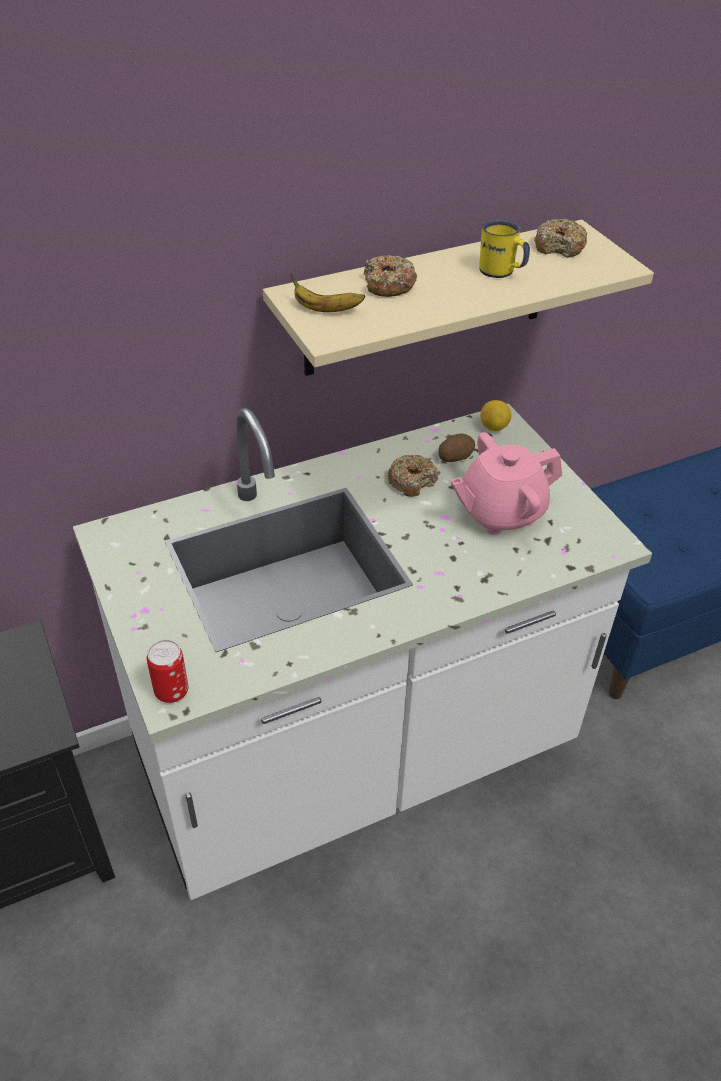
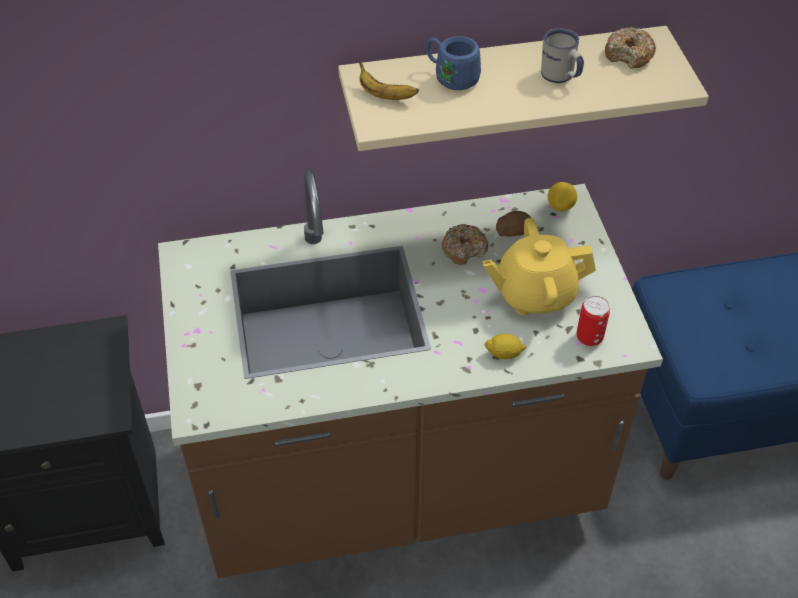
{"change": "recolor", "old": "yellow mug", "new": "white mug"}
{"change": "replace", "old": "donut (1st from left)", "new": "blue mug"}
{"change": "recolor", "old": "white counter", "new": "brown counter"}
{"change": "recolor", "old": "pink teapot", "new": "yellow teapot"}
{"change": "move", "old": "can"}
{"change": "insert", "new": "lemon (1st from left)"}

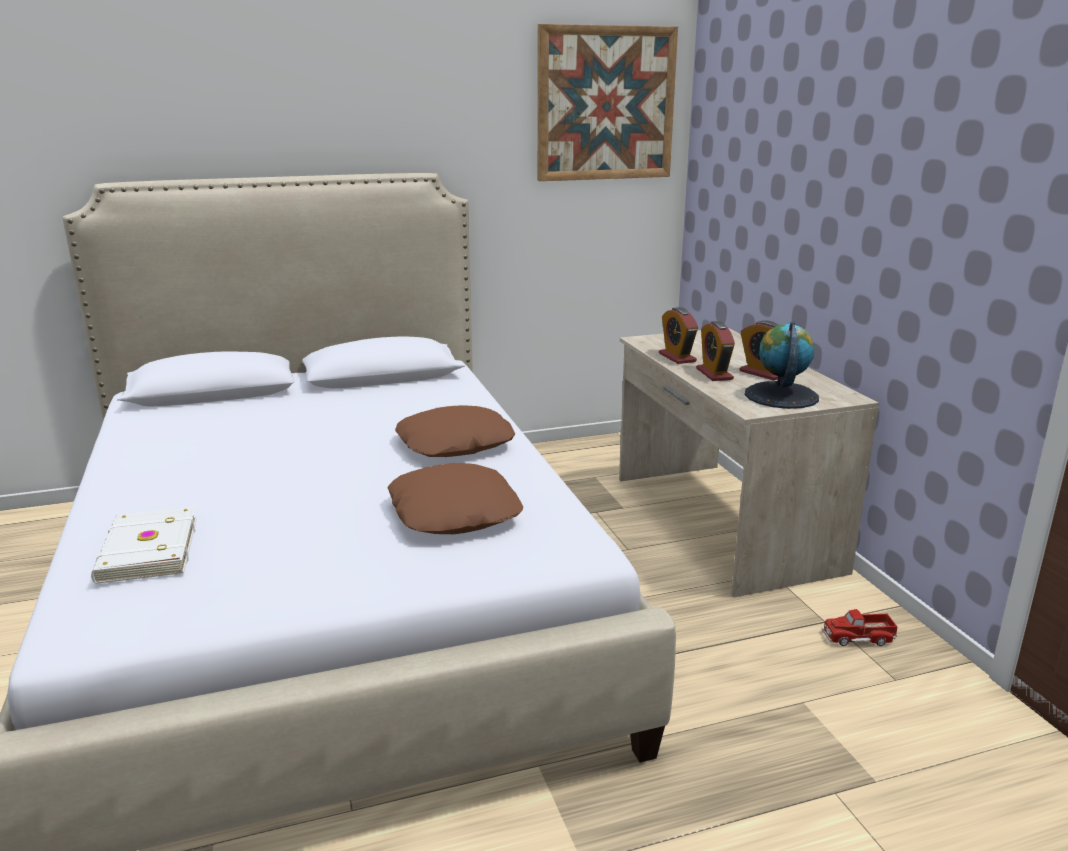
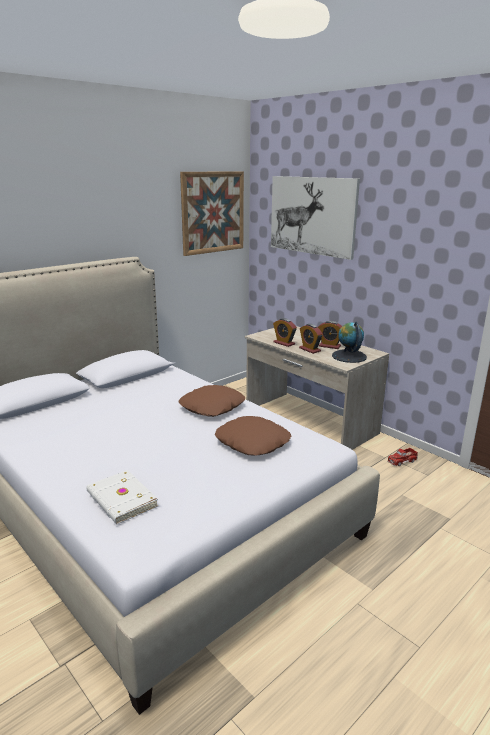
{"change": "insert", "new": "picture (2nd from left)"}

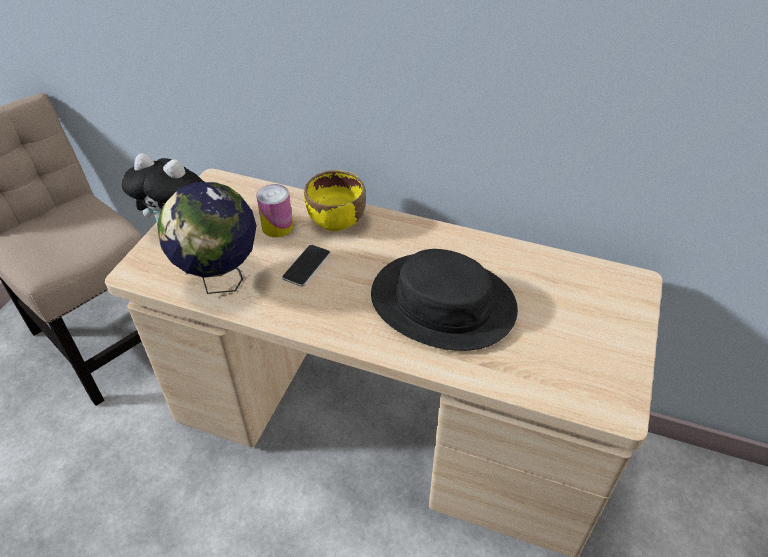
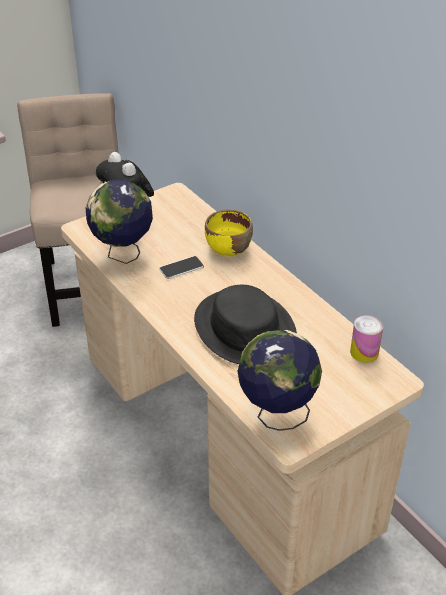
{"change": "move", "old": "can"}
{"change": "insert", "new": "globe (2nd from left)"}

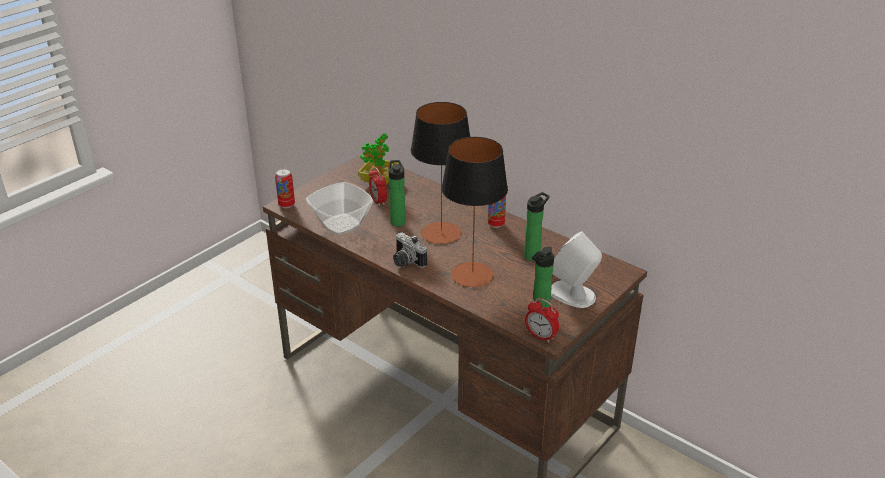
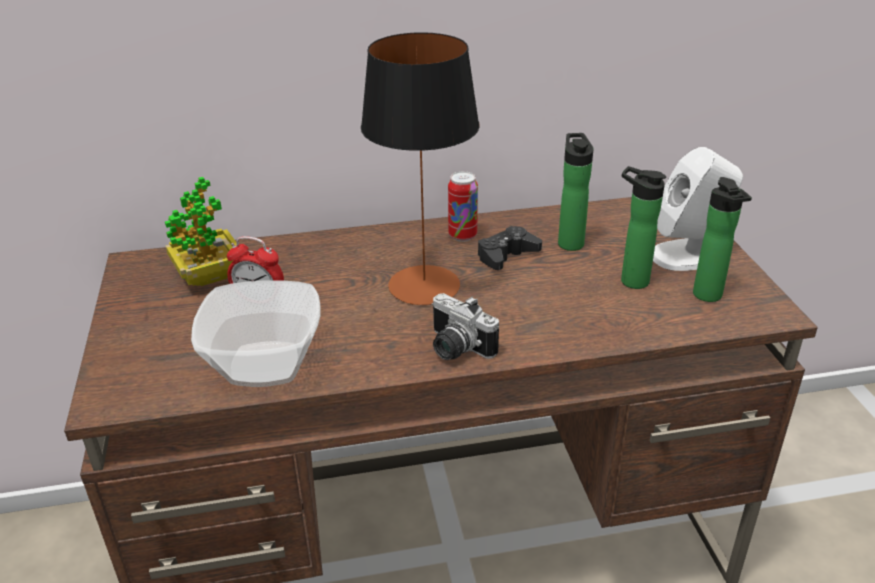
{"change": "delete", "old": "table lamp (2nd from left)"}
{"change": "move", "old": "bottle (1st from left in the first image)", "new": "bottle (2nd from left)"}
{"change": "delete", "old": "can (1st from left)"}
{"change": "rotate", "old": "photo camera", "degrees": 45}
{"change": "delete", "old": "alarm clock (2nd from left)"}
{"change": "insert", "new": "black game controller"}

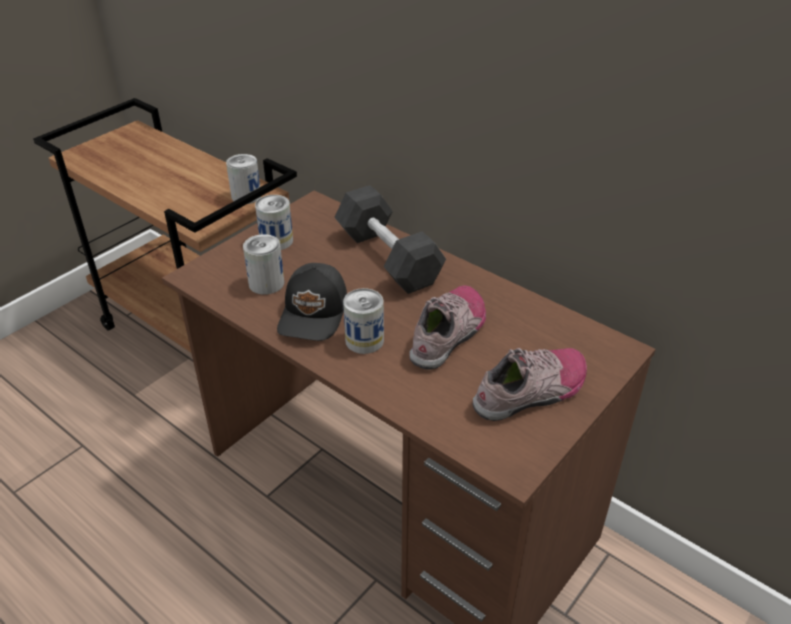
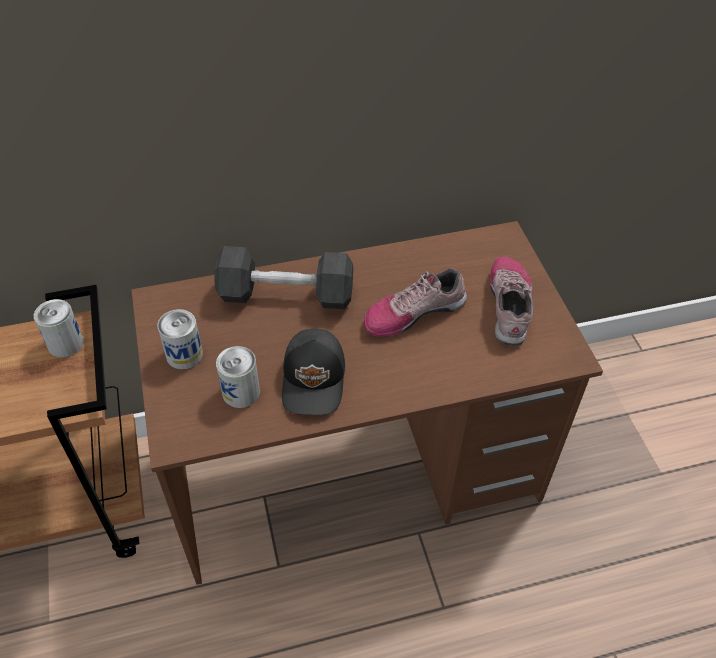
{"change": "rotate", "old": "black cap", "degrees": 45}
{"change": "rotate", "old": "shoe (1st from left)", "degrees": -90}
{"change": "delete", "old": "can (4th from left)"}

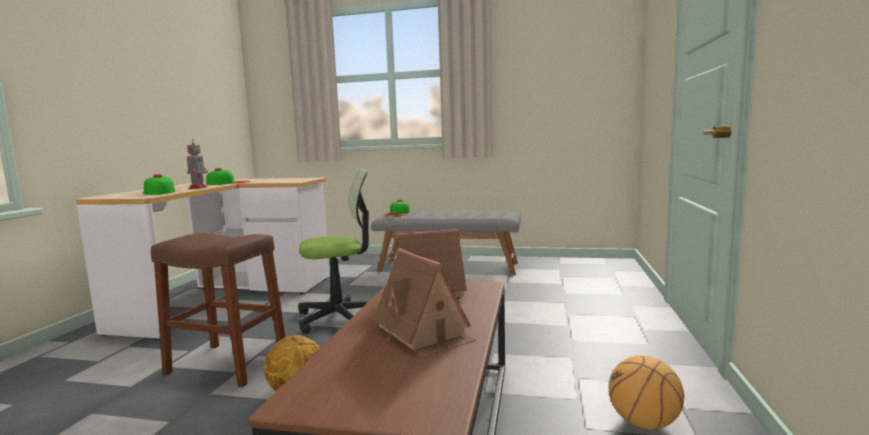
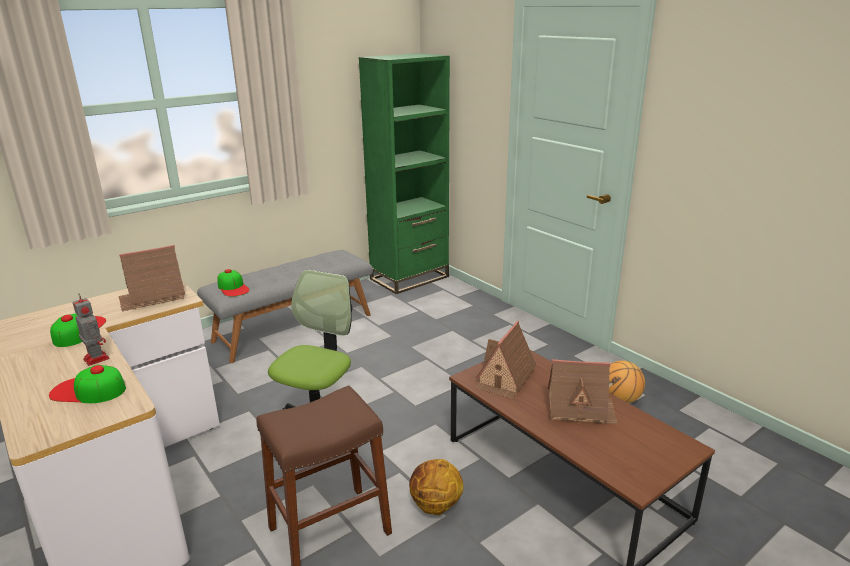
{"change": "insert", "new": "green bookcase"}
{"change": "insert", "new": "toy house (1st from left)"}

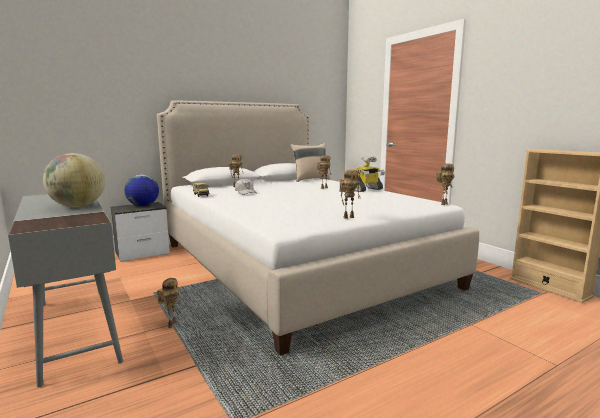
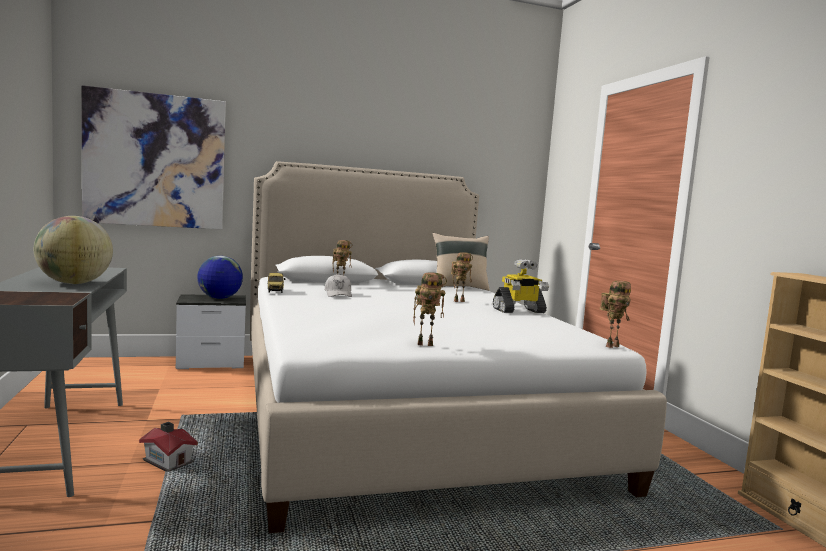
{"change": "replace", "old": "toy robot (1st from left)", "new": "toy house"}
{"change": "insert", "new": "picture"}

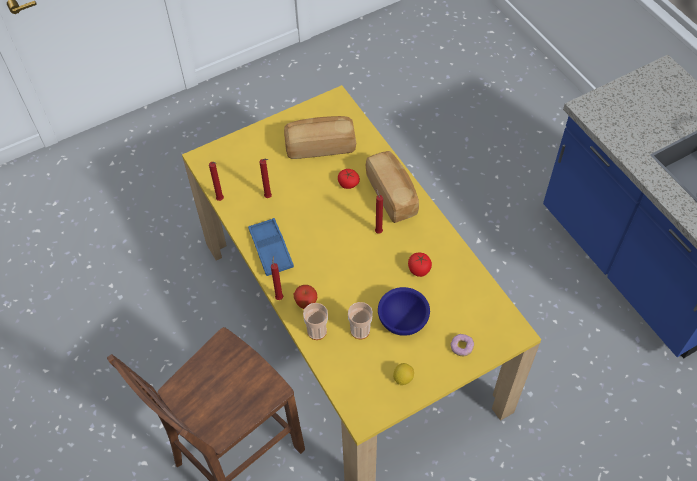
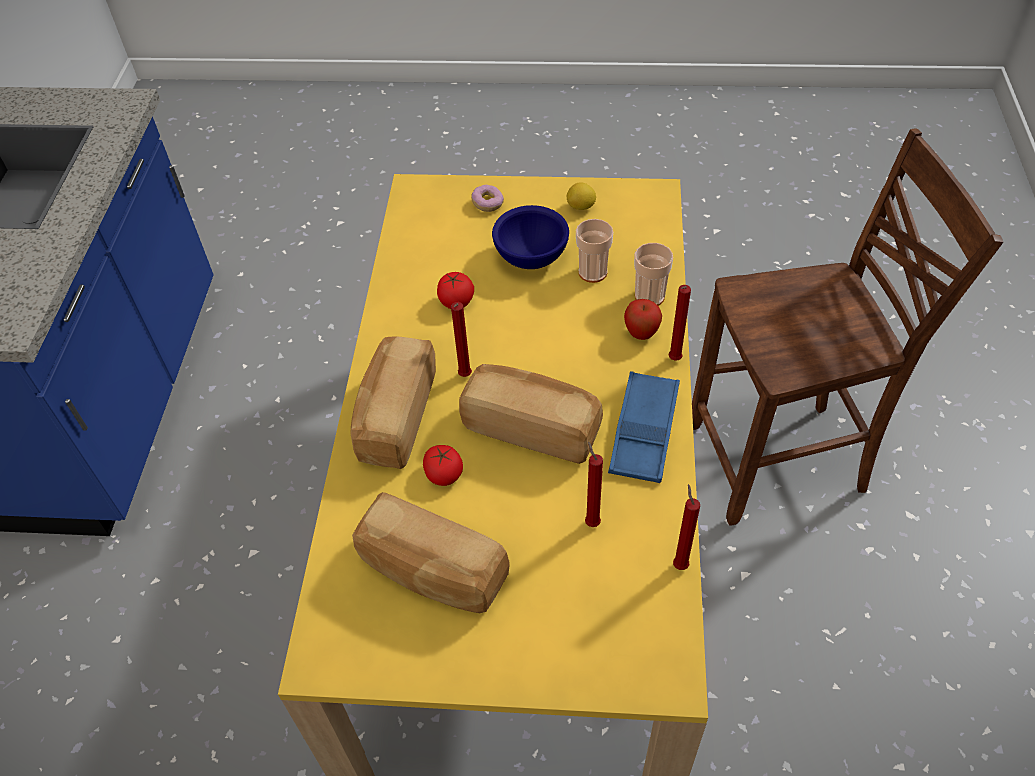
{"change": "insert", "new": "bread (3rd from left)"}

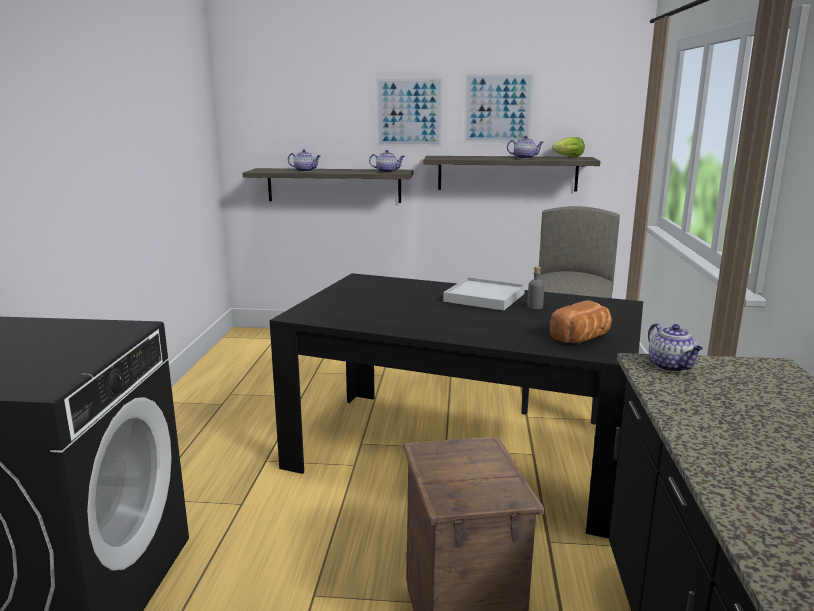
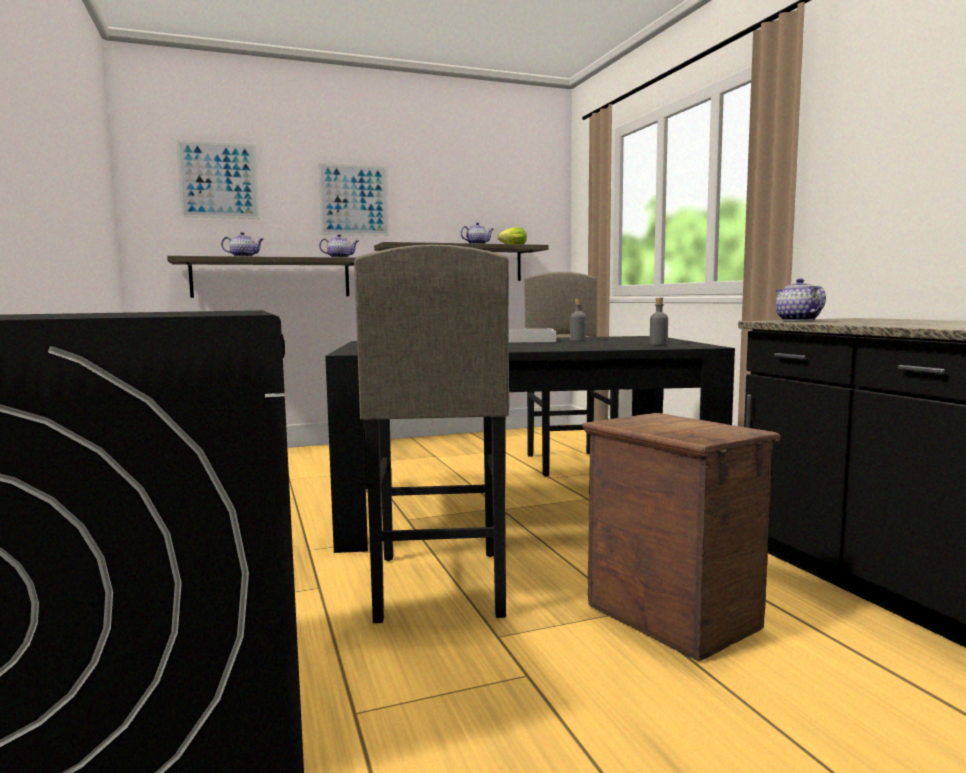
{"change": "move", "old": "picture (2nd from left in the first image)", "new": "picture (1st from left)"}
{"change": "replace", "old": "bread", "new": "grey bottle (2nd from left)"}
{"change": "rotate", "old": "teapot (4th from left)", "degrees": -150}
{"change": "insert", "new": "grey stool (1st from left)"}

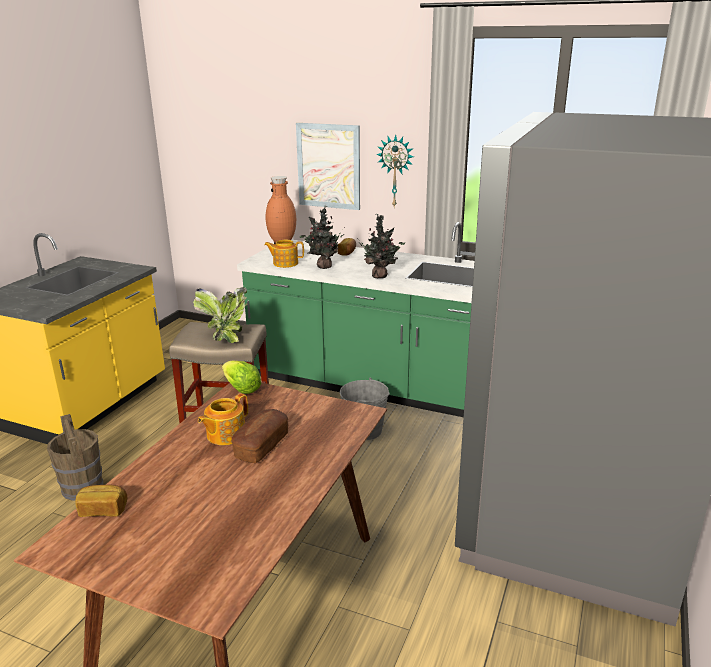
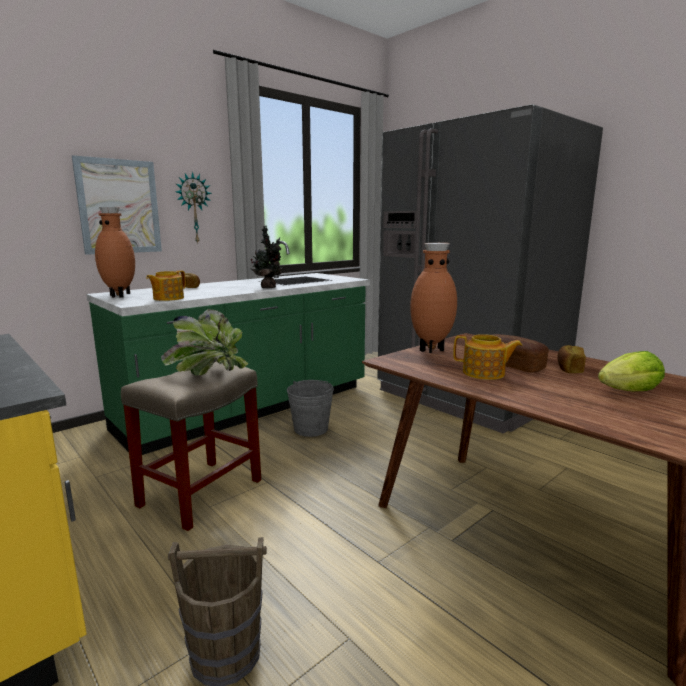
{"change": "delete", "old": "potted plant (2nd from left)"}
{"change": "move", "old": "lettuce"}
{"change": "rotate", "old": "teapot (1st from left in the first image)", "degrees": -45}
{"change": "move", "old": "bread (1st from left in the first image)", "new": "bread (3rd from left)"}
{"change": "insert", "new": "brown vase (2nd from left)"}

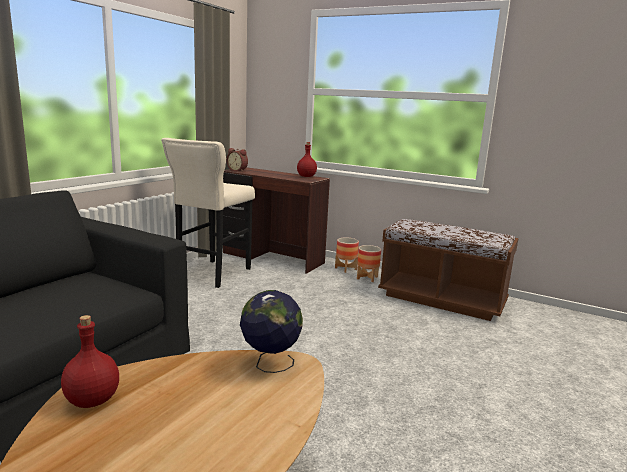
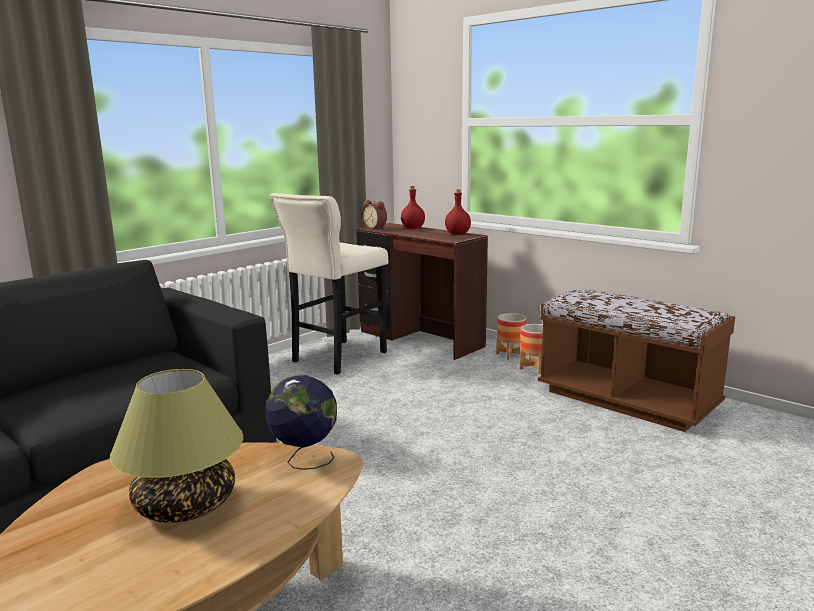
{"change": "move", "old": "red bottle (1st from left)"}
{"change": "insert", "new": "table lamp"}

